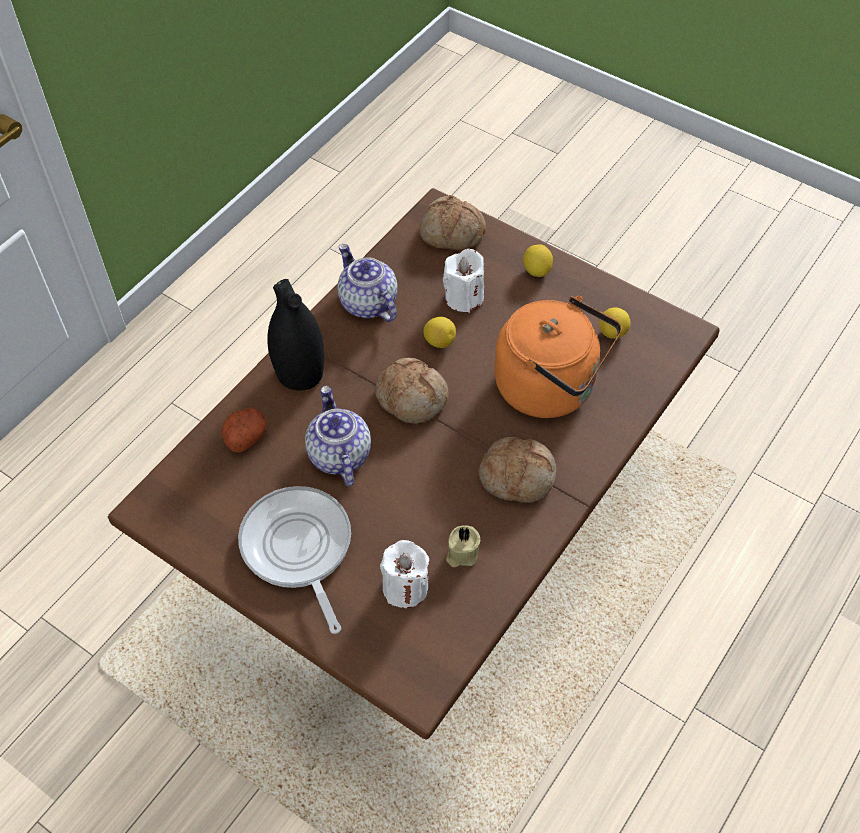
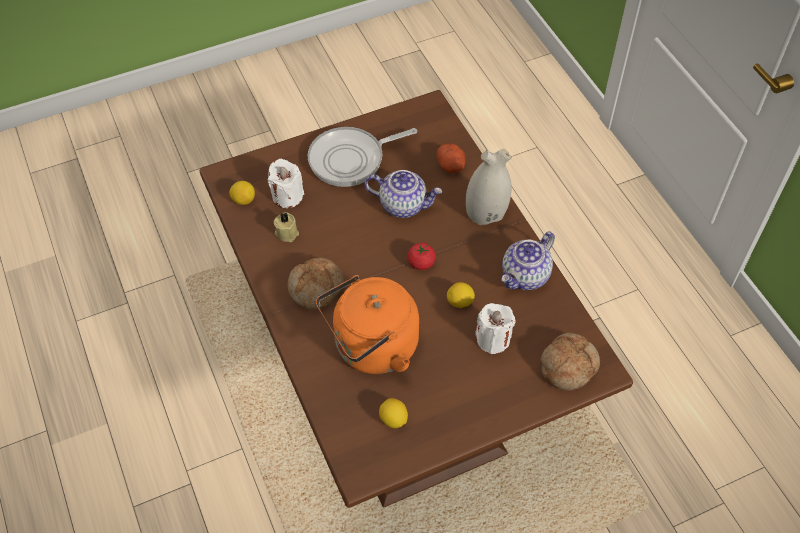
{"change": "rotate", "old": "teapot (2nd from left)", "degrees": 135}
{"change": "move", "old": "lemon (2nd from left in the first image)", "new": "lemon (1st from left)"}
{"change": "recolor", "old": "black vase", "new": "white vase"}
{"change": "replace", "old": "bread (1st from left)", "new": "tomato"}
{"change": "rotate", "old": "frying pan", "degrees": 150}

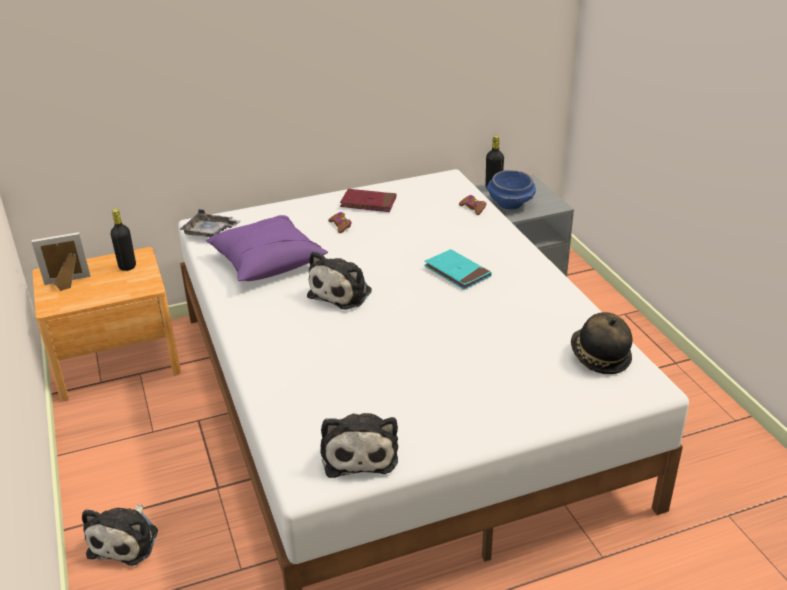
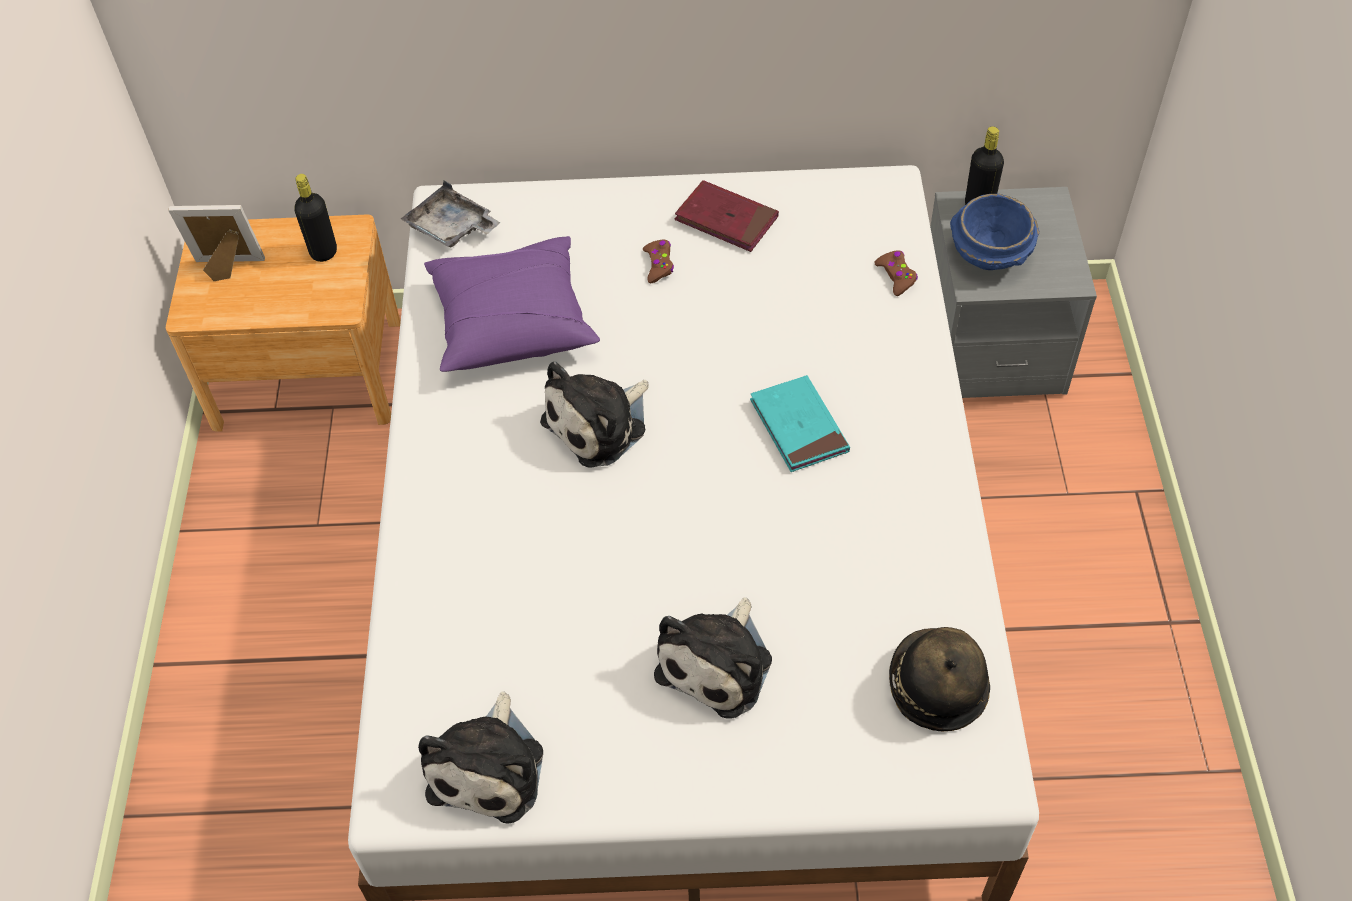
{"change": "move", "old": "plush toy (1st from left in the first image)", "new": "plush toy (3rd from left)"}

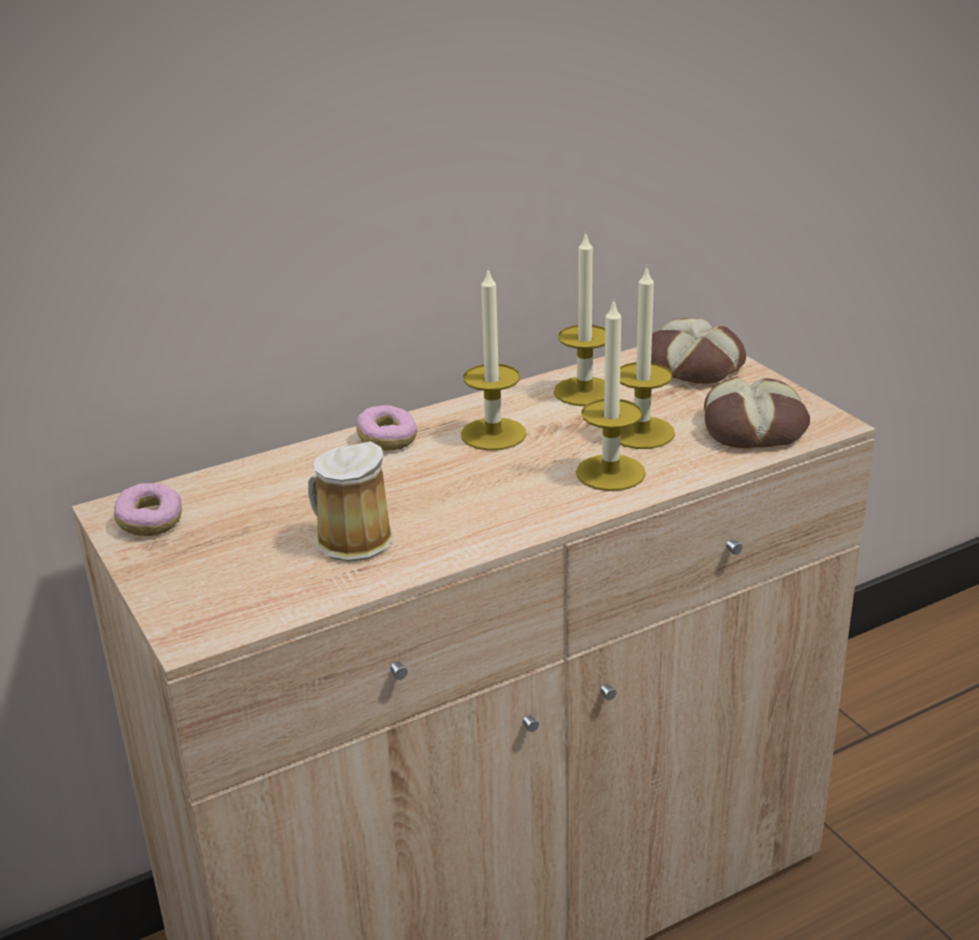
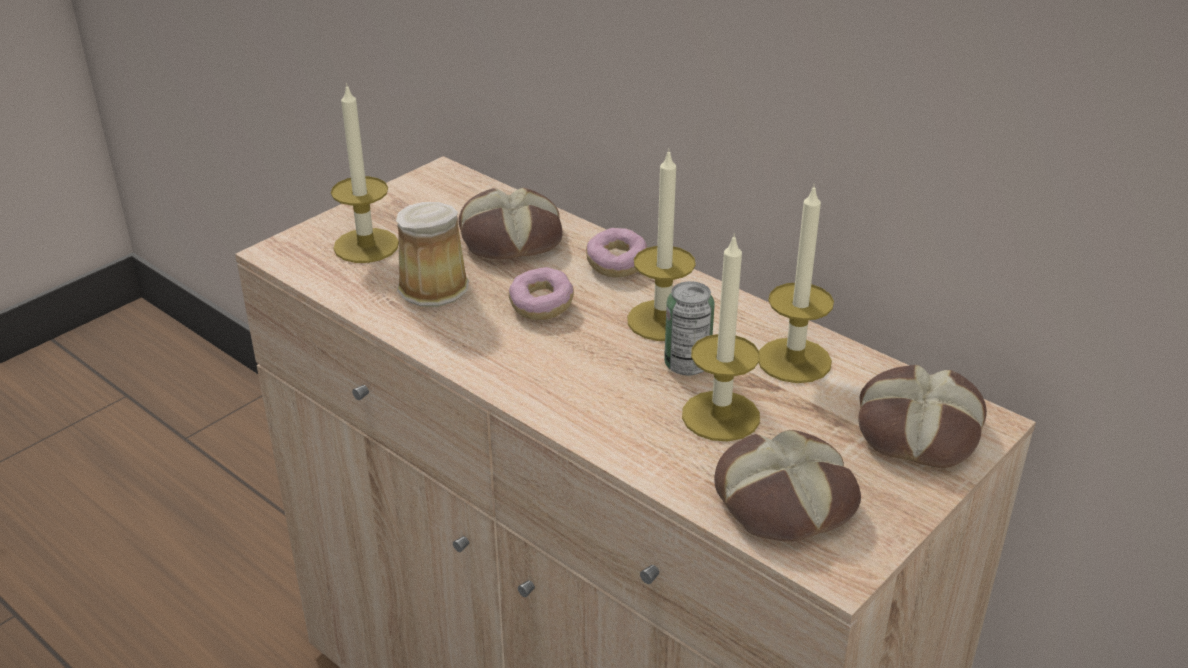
{"change": "move", "old": "candle (3rd from left in the first image)", "new": "candle (1st from left)"}
{"change": "move", "old": "donut (1st from left)"}
{"change": "insert", "new": "bread (1st from left)"}
{"change": "insert", "new": "can"}

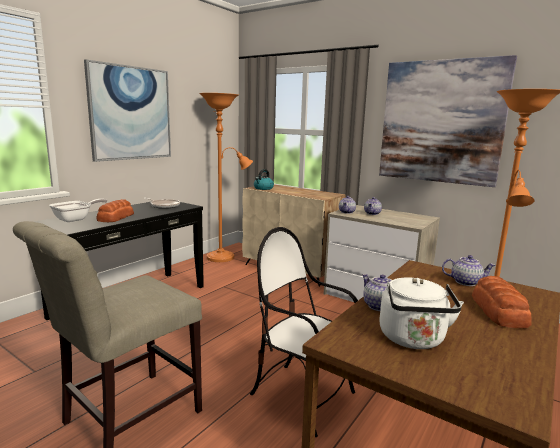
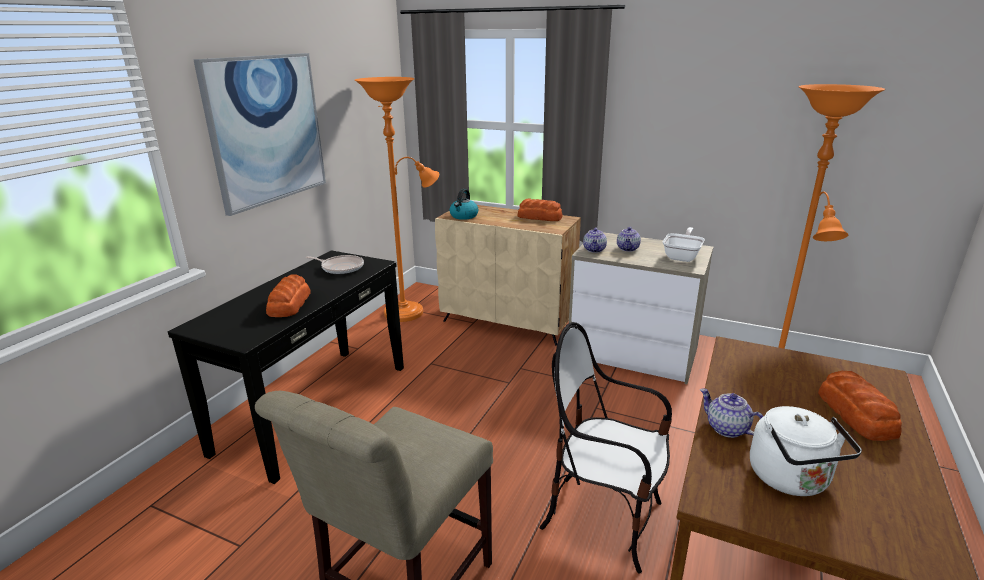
{"change": "delete", "old": "picture (2nd from left)"}
{"change": "move", "old": "frying pan (1st from left in the first image)", "new": "frying pan (2nd from left)"}
{"change": "delete", "old": "teapot (4th from left)"}
{"change": "insert", "new": "bread (2nd from left)"}

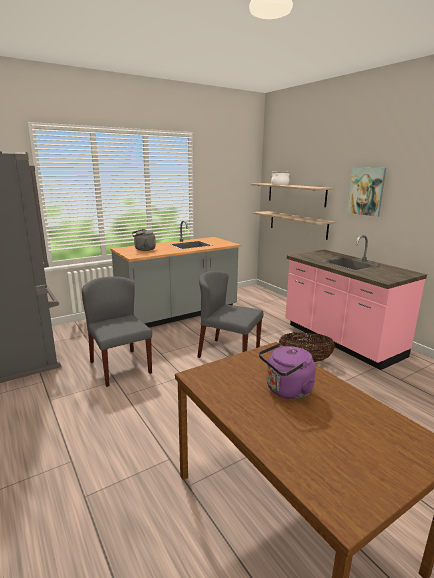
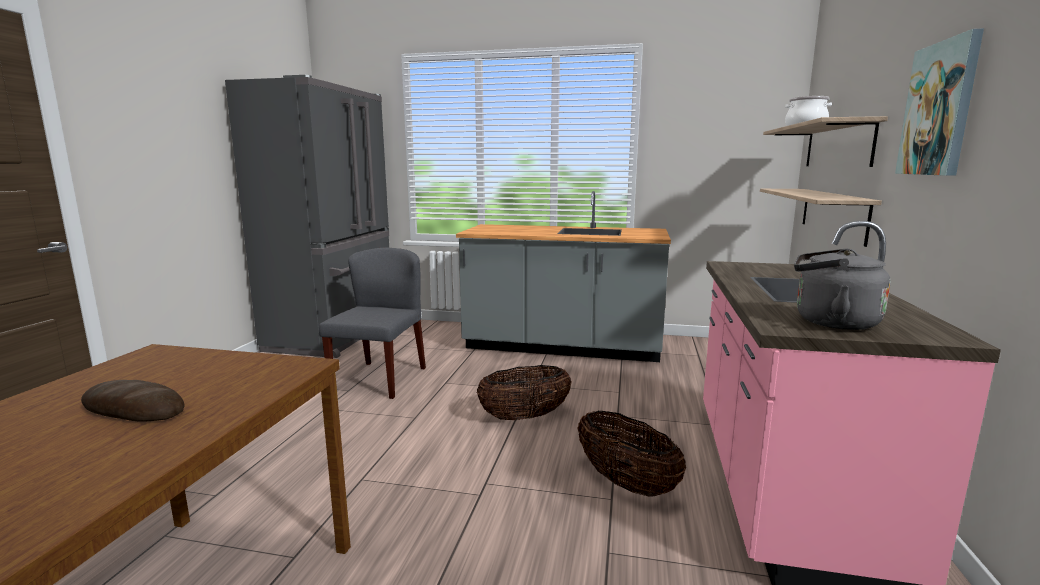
{"change": "move", "old": "grey kettle"}
{"change": "replace", "old": "grey chair (2nd from left)", "new": "basket (1st from left)"}
{"change": "replace", "old": "purple kettle", "new": "bread"}

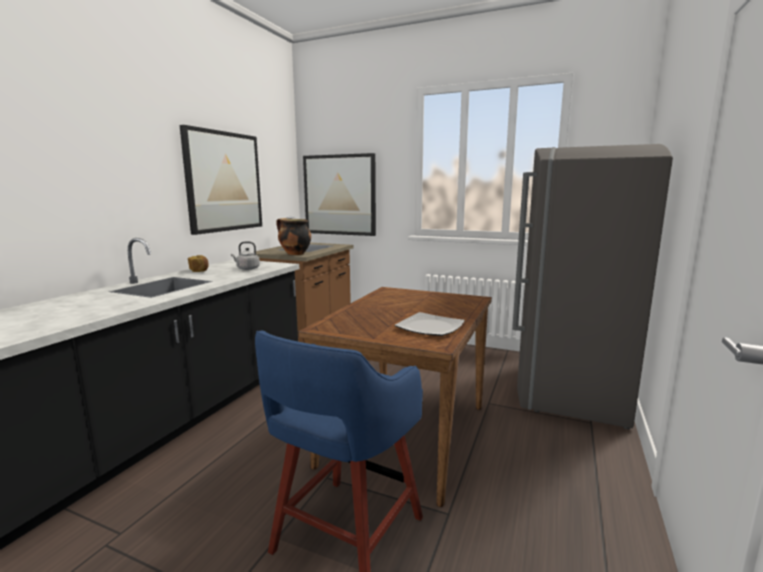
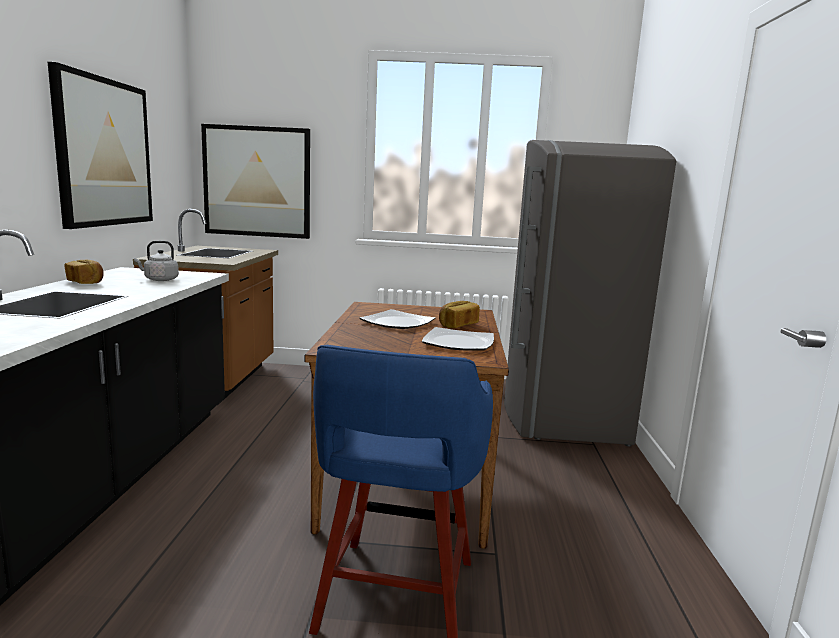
{"change": "delete", "old": "cooking pot"}
{"change": "insert", "new": "bread (2nd from left)"}
{"change": "insert", "new": "plate (1st from left)"}

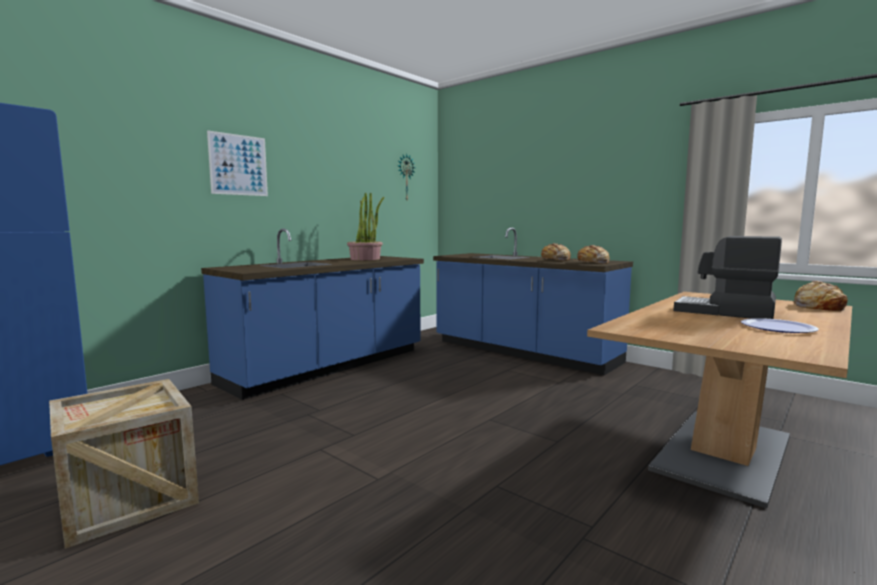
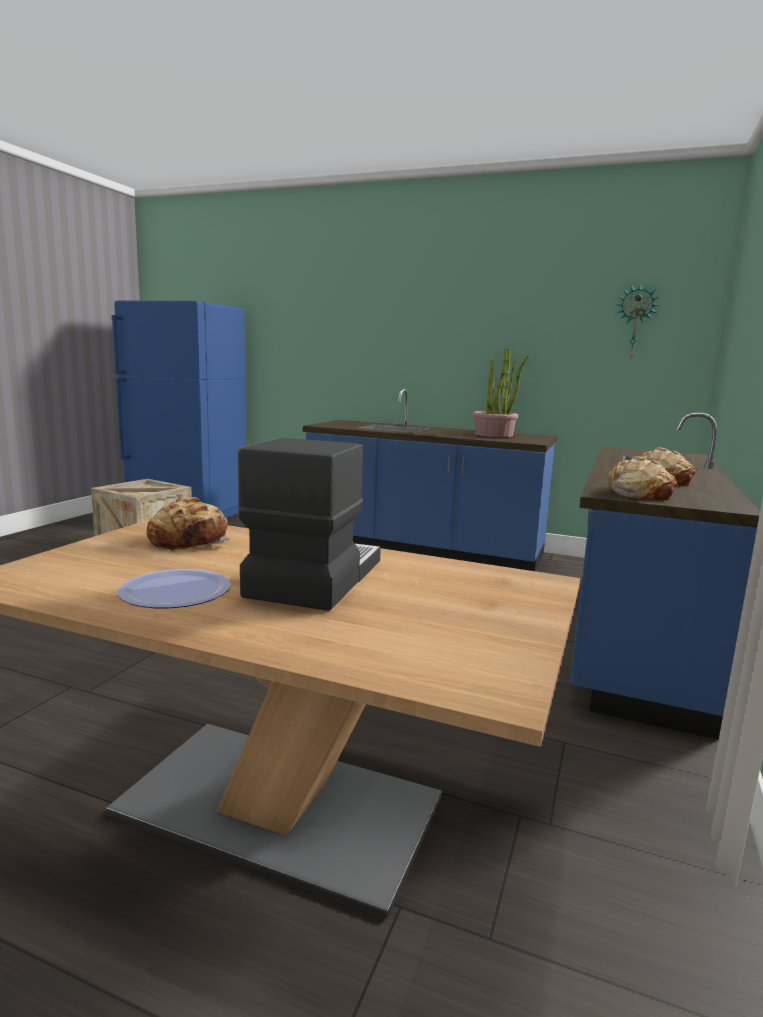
{"change": "delete", "old": "picture"}
{"change": "move", "old": "bread (3rd from left in the first image)", "new": "bread (1st from left)"}

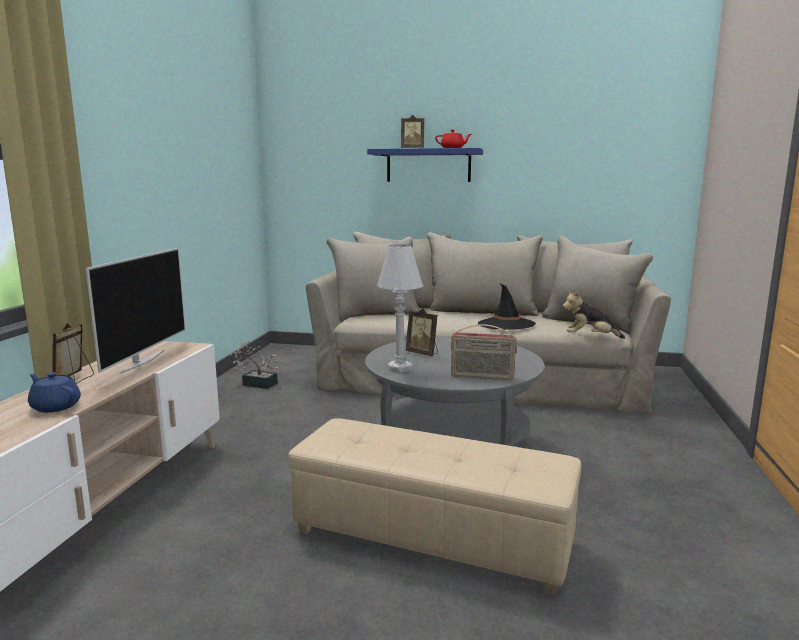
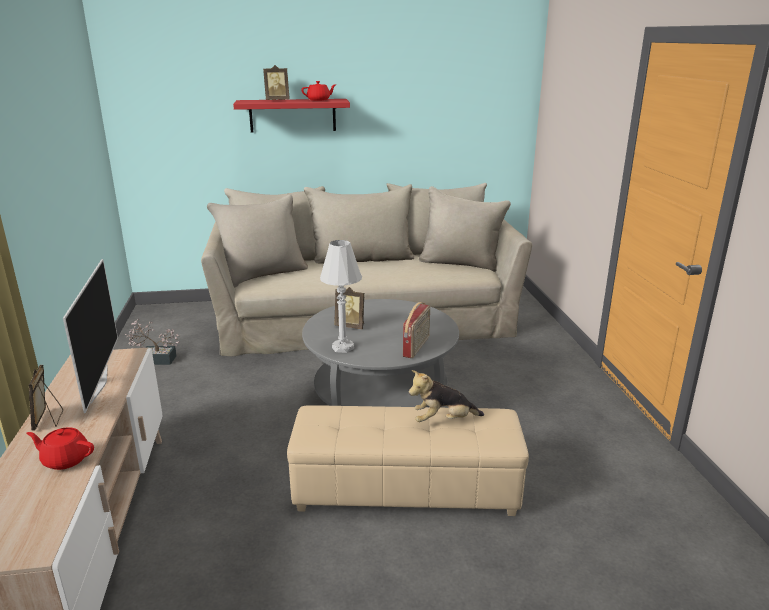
{"change": "recolor", "old": "blue shelf", "new": "red shelf"}
{"change": "delete", "old": "black hat"}
{"change": "move", "old": "plush toy"}
{"change": "rotate", "old": "radio", "degrees": -60}
{"change": "recolor", "old": "blue teapot", "new": "red teapot (1st from left)"}

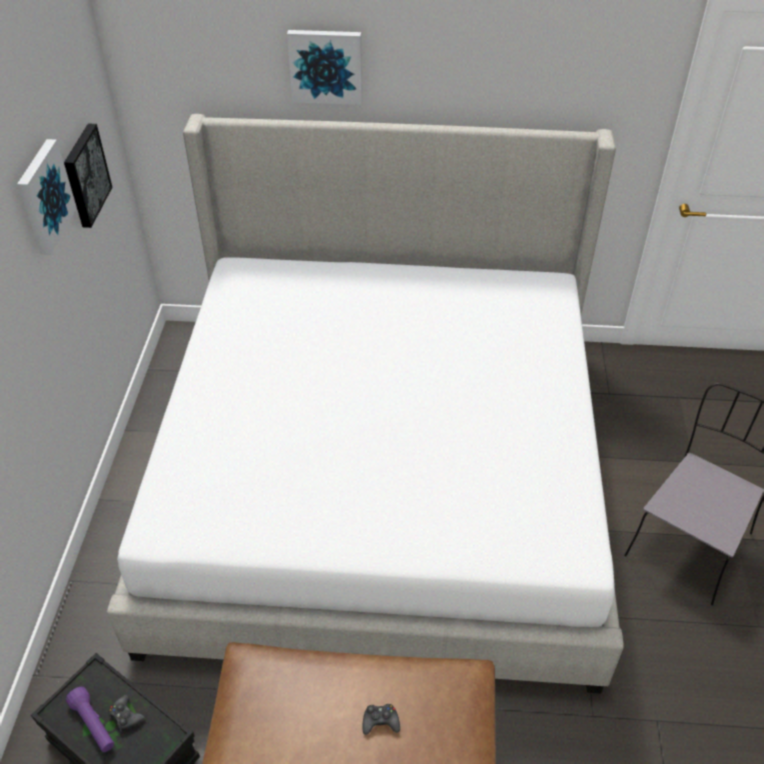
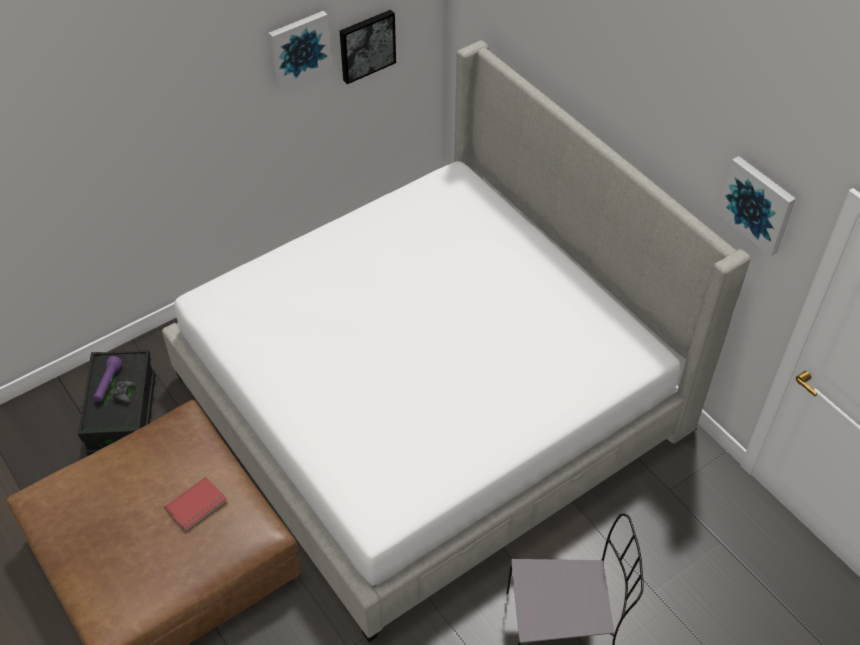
{"change": "move", "old": "picture (3rd from left)"}
{"change": "replace", "old": "black game controller (2nd from left)", "new": "red book"}

